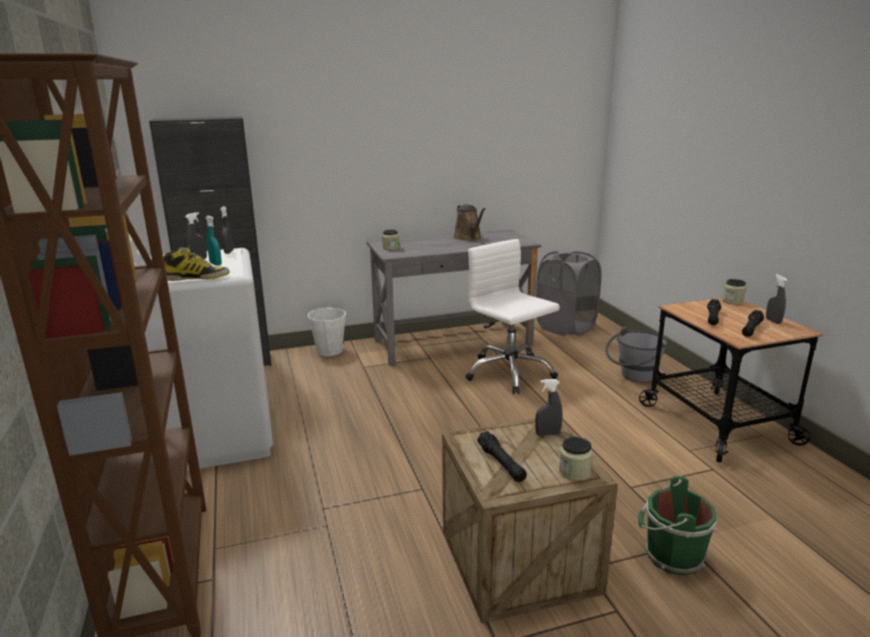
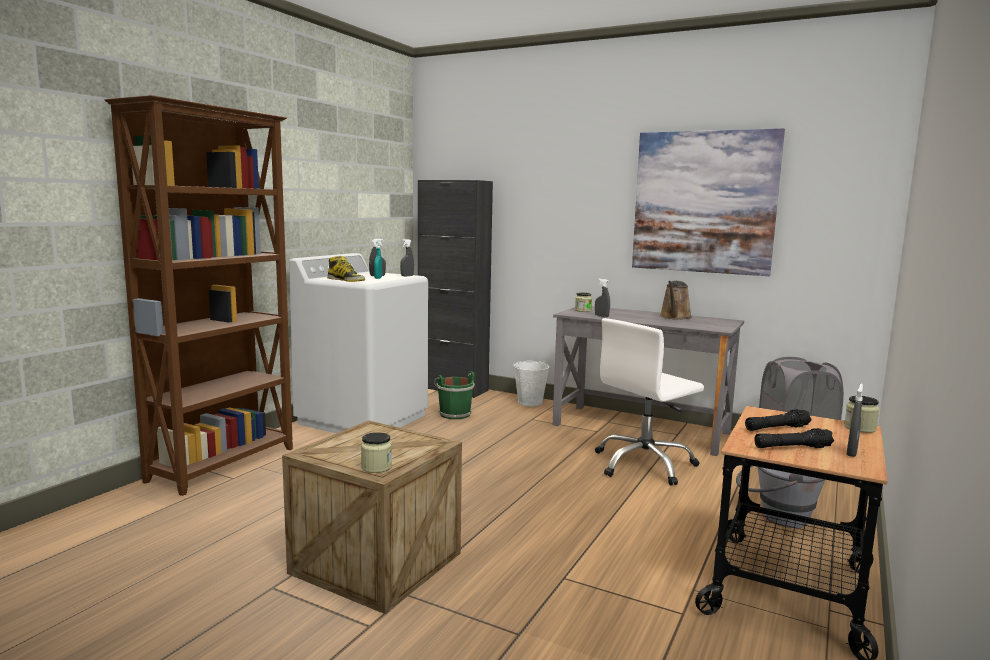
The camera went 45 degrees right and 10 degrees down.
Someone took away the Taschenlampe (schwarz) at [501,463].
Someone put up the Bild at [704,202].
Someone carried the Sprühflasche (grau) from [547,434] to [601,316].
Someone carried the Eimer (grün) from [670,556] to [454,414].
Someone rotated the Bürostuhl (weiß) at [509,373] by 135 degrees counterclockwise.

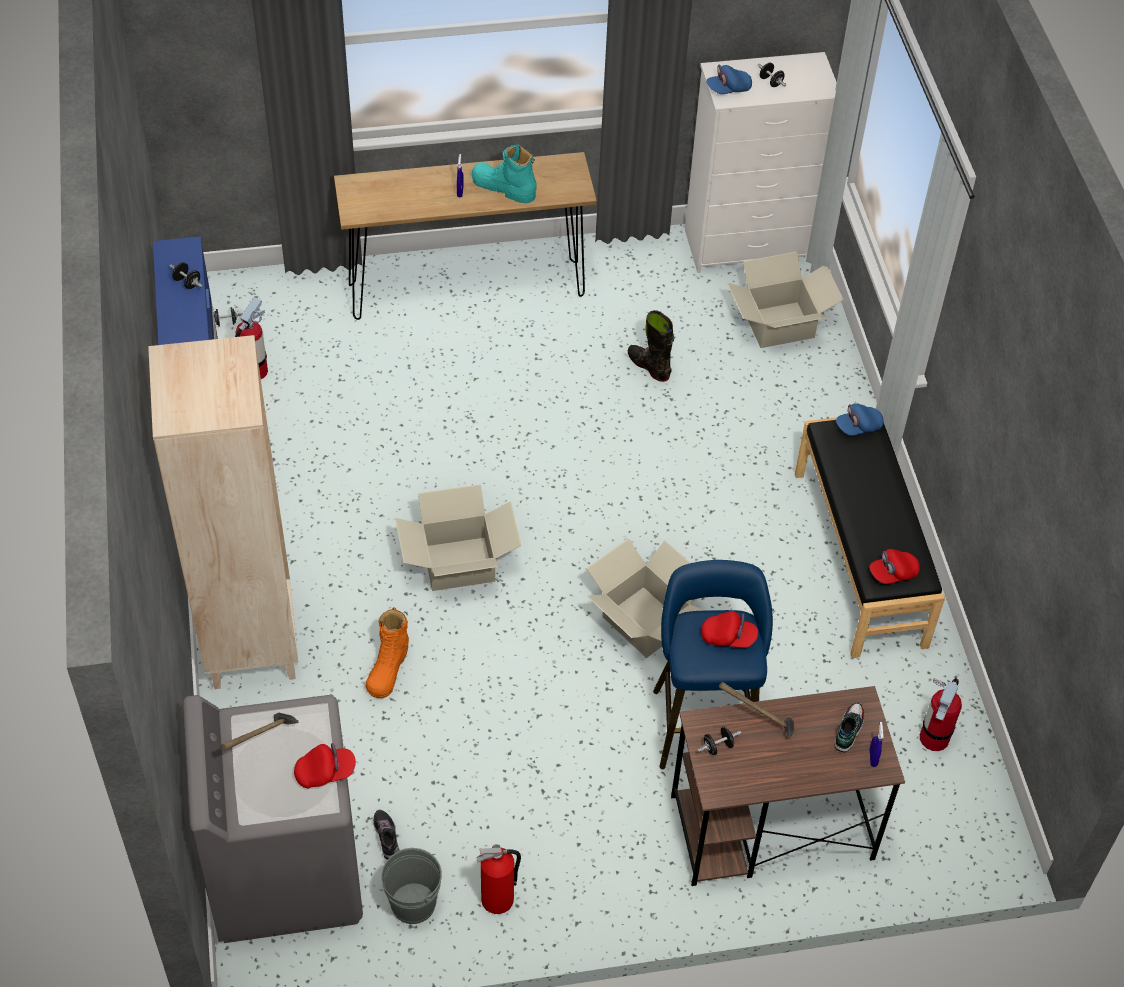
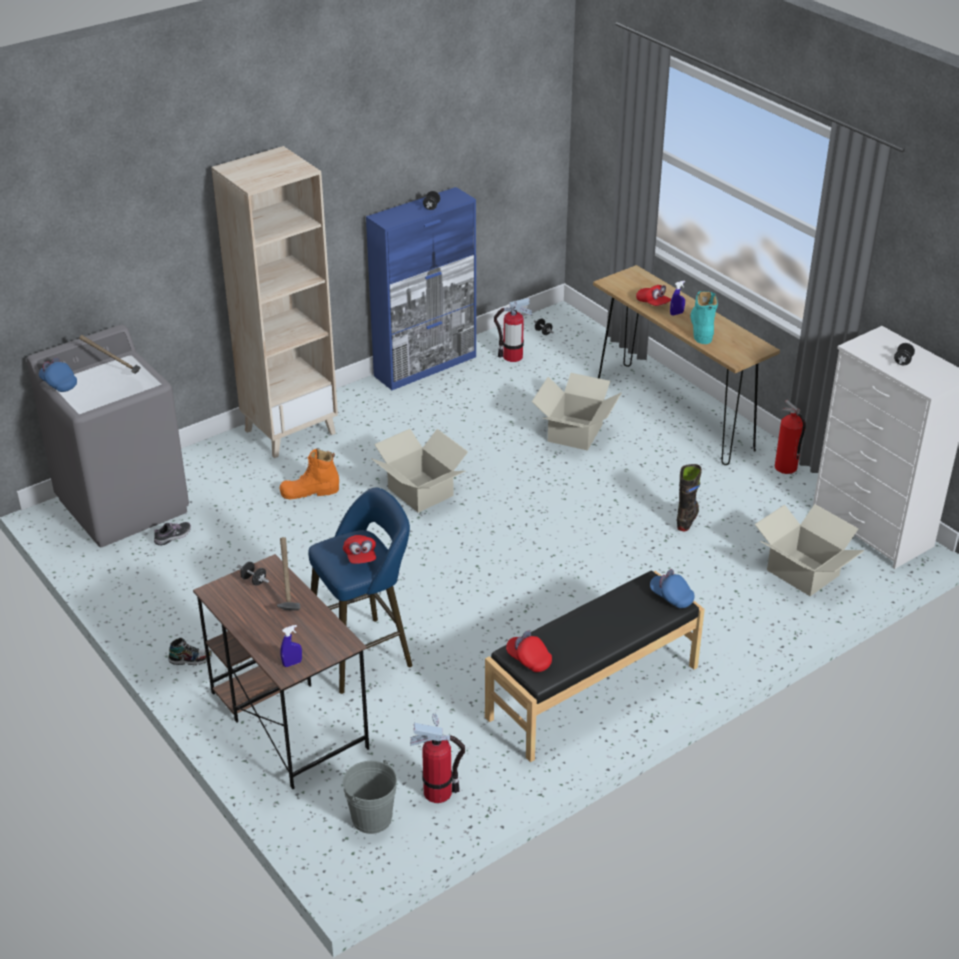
The camera went 65 degrees right and 15 degrees down.
Someone carried the Kappe (rot) from [325,772] to [653,303].
Someone carried the Eimer (grau) from [413,903] to [372,818].
Someone carried the Feuerlöscher from [498,900] to [785,468].
Someone carried the Karton from [645,621] to [575,433].
Someone carried the Kappe (blau) from [728,89] to [59,383].
Someone carried the Schuh from [848,730] to [190,659].

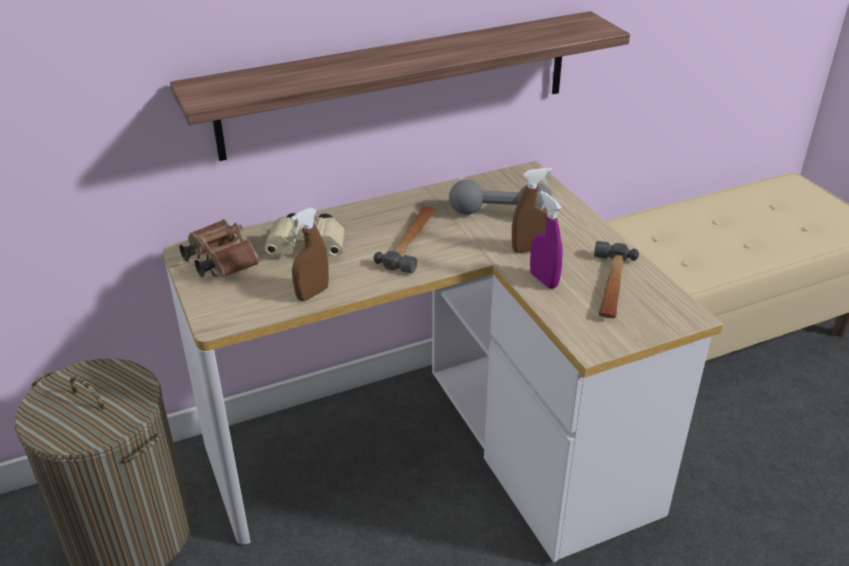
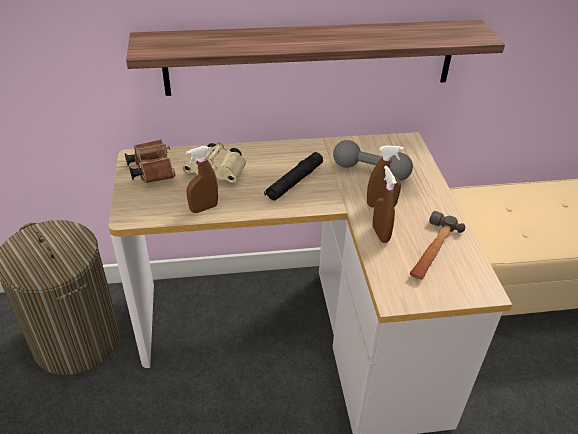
The camera went 15 degrees right and 5 degrees up.
Someone swapped the Hammer at [412,242] for the Taschenlampe (schwarz) at [294,182].
Someone repainted the Sprühflasche (lila) at [543,280], which became the Sprühflasche (braun) at [380,234].

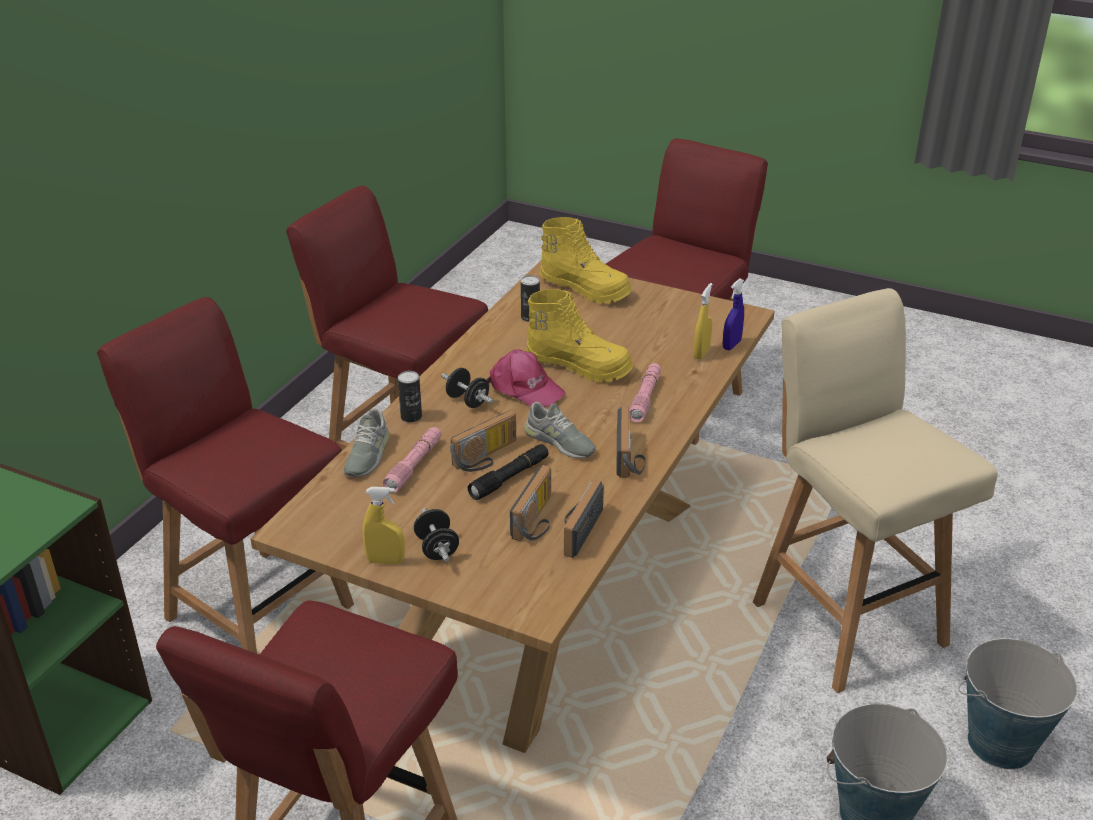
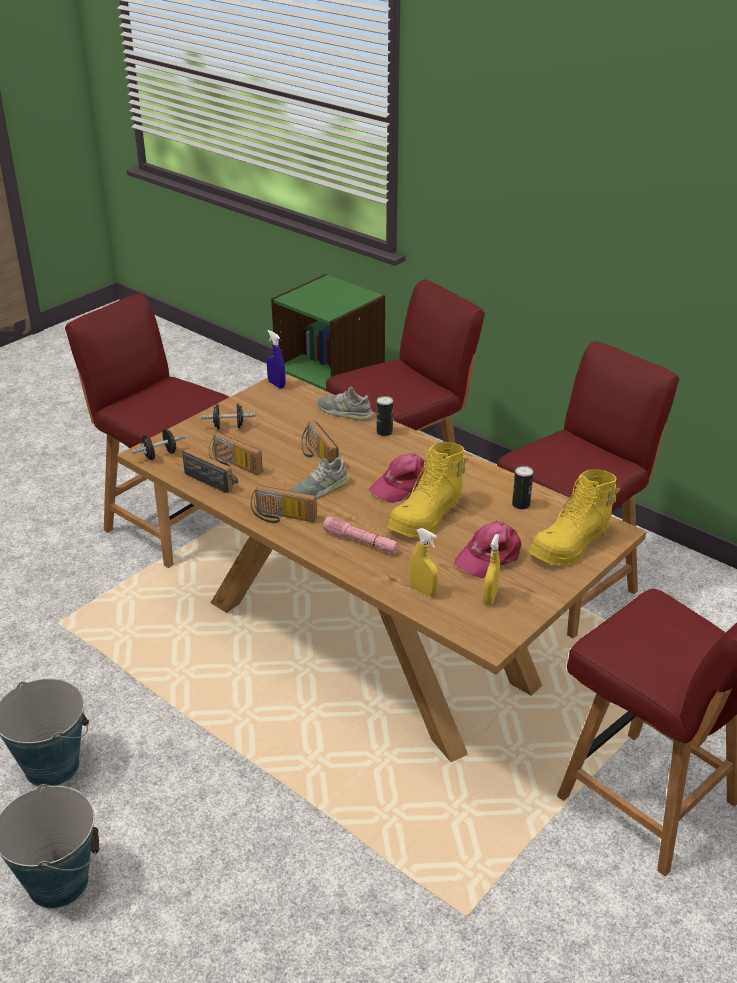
The camera went 105 degrees right and 0 degrees up.
Someone took away the Taschenlampe (rosa) at [414,465].
Someone took away the Taschenlampe (schwarz) at [509,478].
Someone took away the Hocker (beige) at [846,620].
Someone put down the Kappe (rosa) at [489,556].
Someone carried the Sprühflasche (gelb) from [385,561] to [490,597].
Someone carried the Hantel (schwarz) from [467,401] to [160,455].
Someone carried the Sprühflasche (blau) from [731,345] to [276,384].

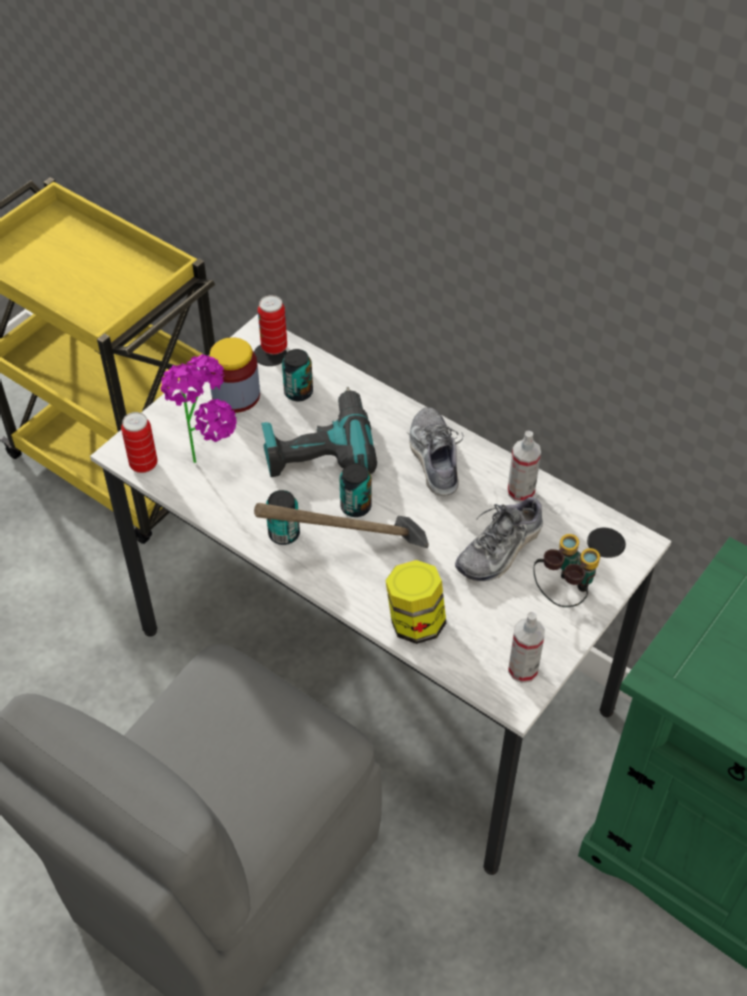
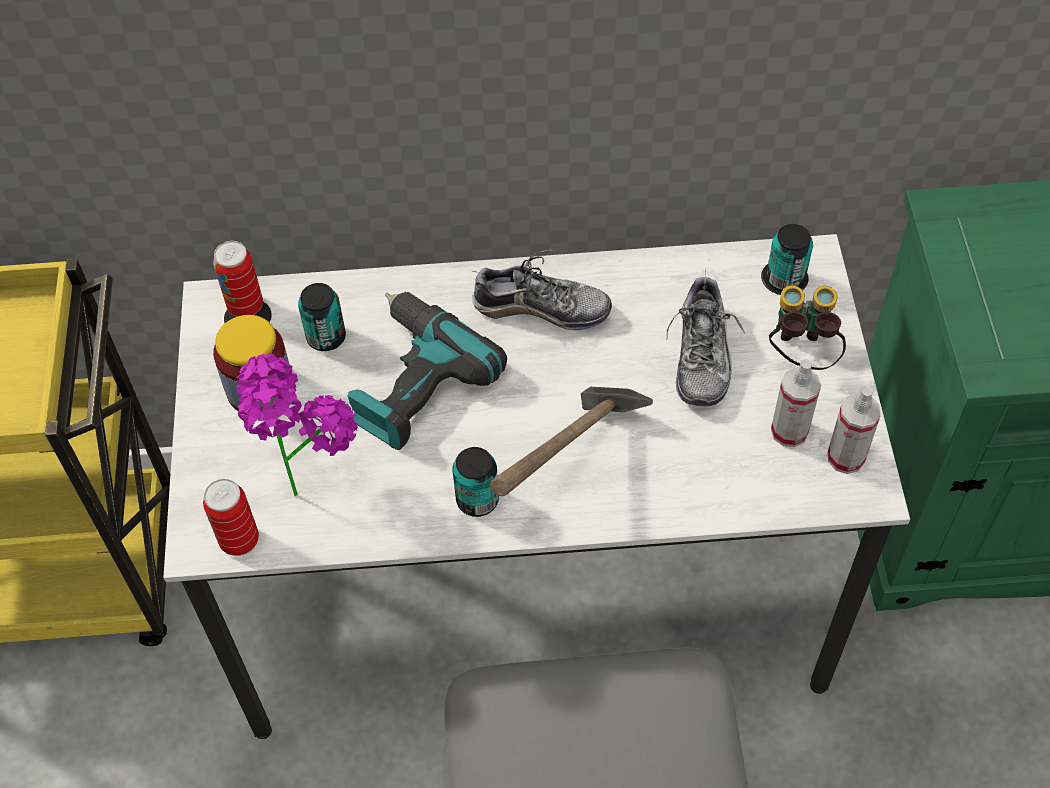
The camera went 40 degrees left and 5 degrees up.
Someone took away the Vorratsglas at [415,622].
Someone carried the Dose from [355,506] to [785,279].
Someone carried the Sprühflasche from [521,491] to [789,431].
Someone rotated the Schuh at [434,458] by 150 degrees clockwise.

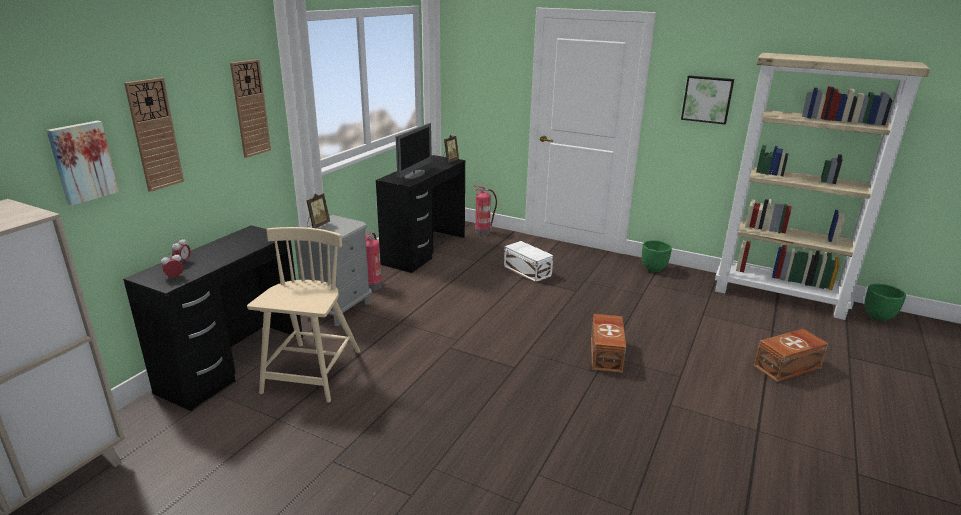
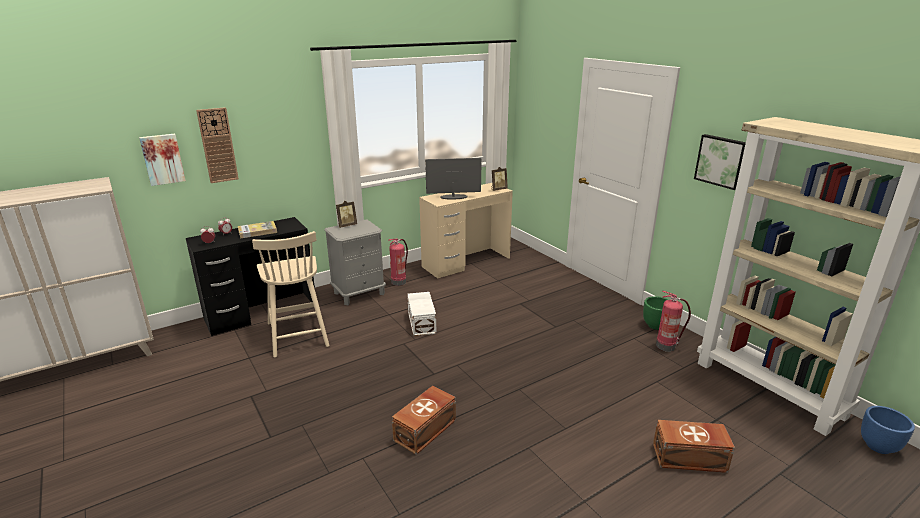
The camera went 30 degrees right and 0 degrees up.
Someone took away the Wanduhr at [250,108].
Someone put down the Buch at [257,231].
Someone carried the Feuerlöscher from [483,232] to [666,346].
Someone carried the Aufbewahrungsbox (weiß) from [527,270] to [422,322].
Someone carried the Aufbewahrungsbox (braun) from [606,354] to [426,430].
Someone repainted the Schreibtisch (schwarz) at [424,250], which became the Schreibtisch (beige) at [466,262].
Someone repainted the Pflanzkübel (grün) at [878,317], which became the Pflanzkübel (blau) at [878,447].
Someone rotated the Stuhl (beige) at [312,373] by 120 degrees clockwise.
Someone rotated the Monitor at [414,175] by 150 degrees counterclockwise.

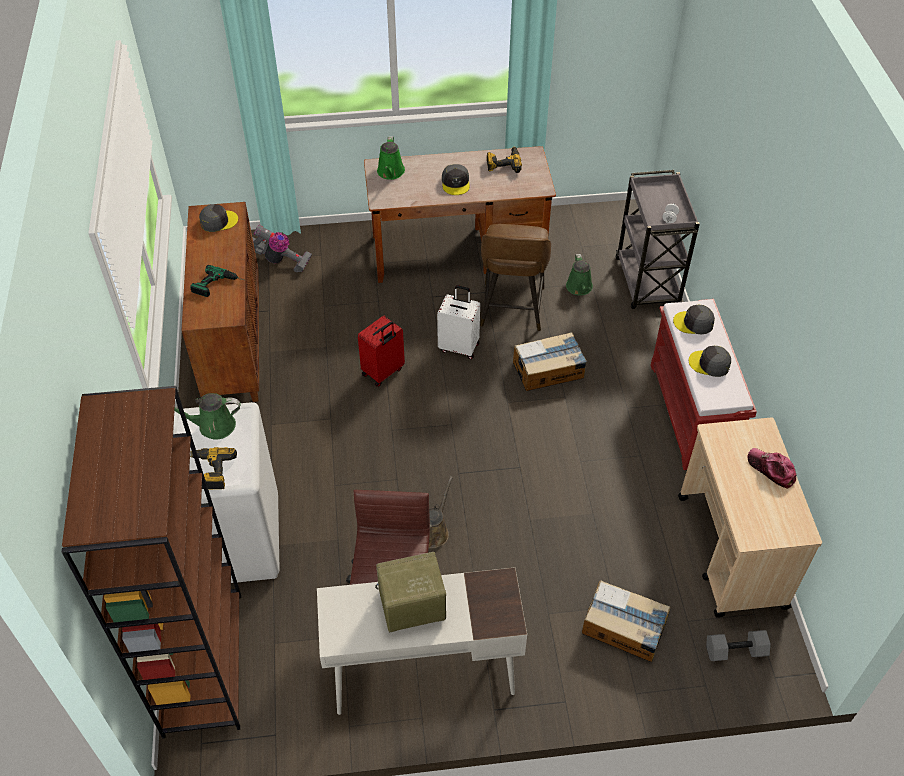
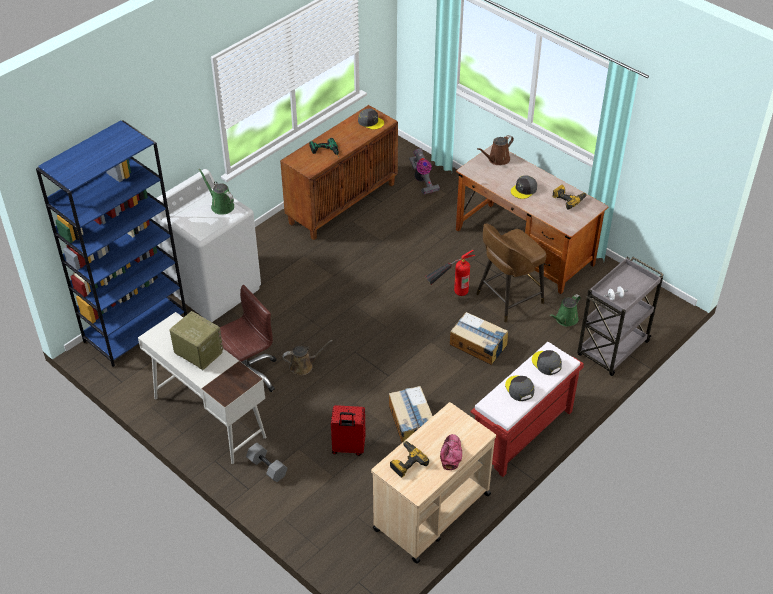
The camera went 50 degrees right and 5 degrees down.
Someone carried the Bohrmaschine from [211,471] to [406,462].
Someone carried the Koffer (rot) from [383,372] to [348,448].
Someone carried the Karton from [624,628] to [411,422].
Someone carried the Hantel (grau) from [735,652] to [266,467].
Someone swapped the Koffer (weiß) at [459,346] for the Feuerlöscher at [449,294].
Someone repainted the Bücherregal (braun) at [202,662], which became the Bücherregal (blau) at [136,328].
Someone repainted the Gießkanne (grün) at [390,173], which became the Gießkanne (braun) at [497,160].

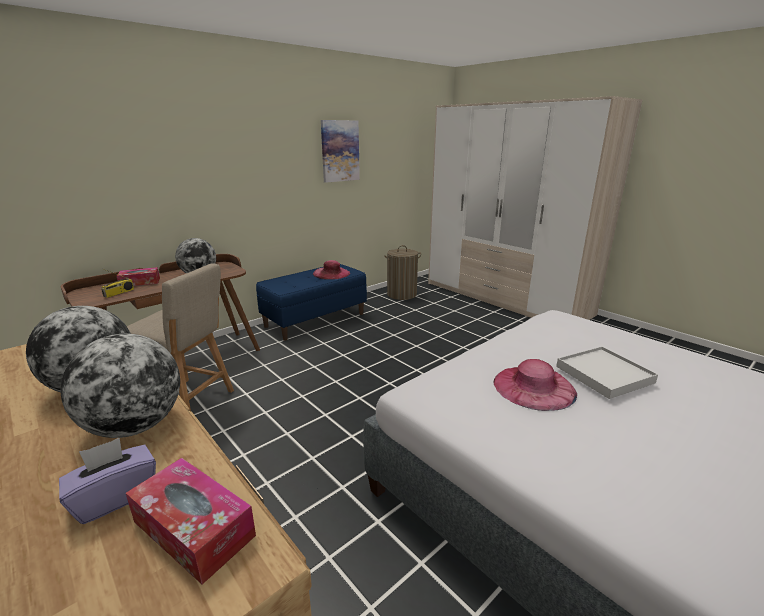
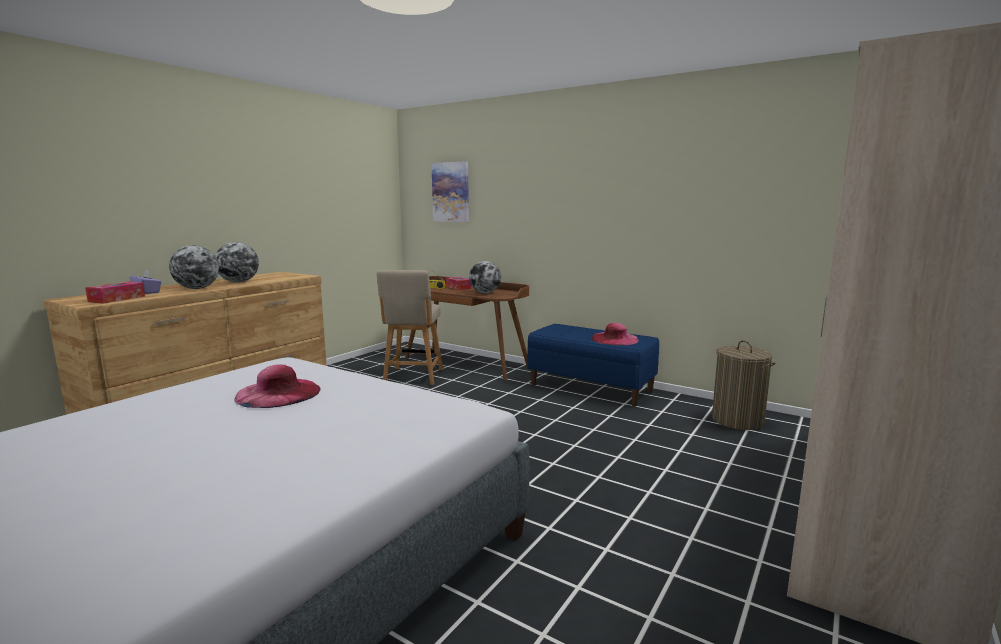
The camera went 75 degrees right and 10 degrees down.
Someone took away the Tablett (weiß) at [604,375].
Someone carried the Bild from [340,151] to [451,192].

